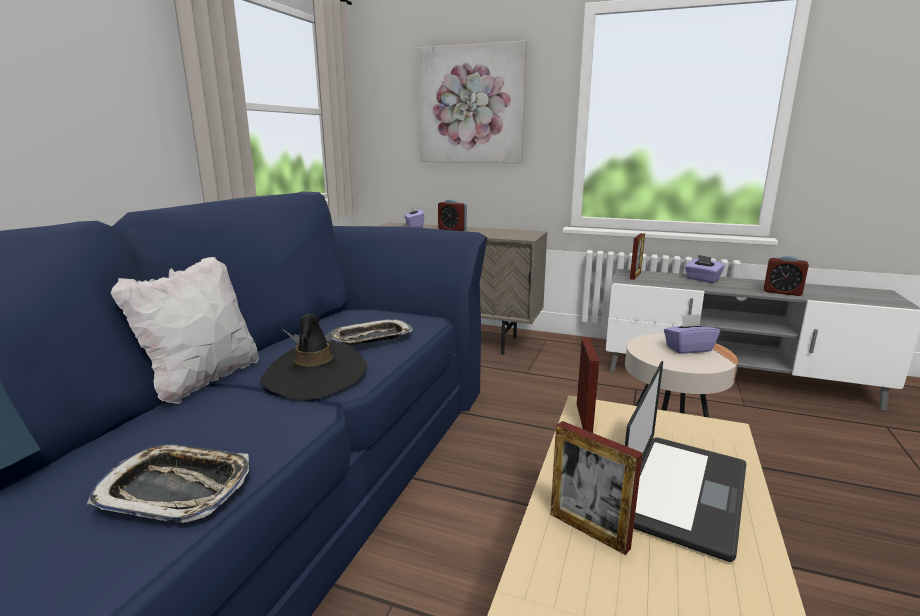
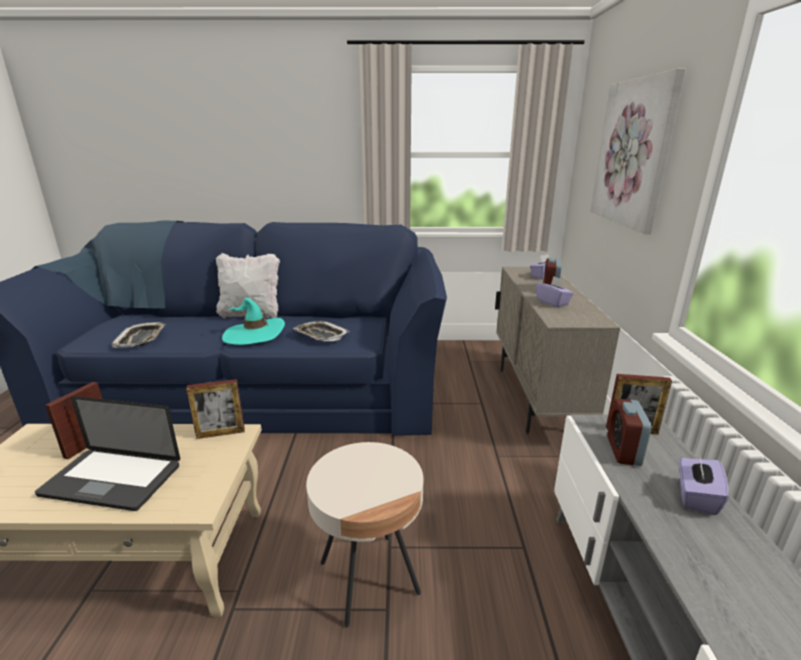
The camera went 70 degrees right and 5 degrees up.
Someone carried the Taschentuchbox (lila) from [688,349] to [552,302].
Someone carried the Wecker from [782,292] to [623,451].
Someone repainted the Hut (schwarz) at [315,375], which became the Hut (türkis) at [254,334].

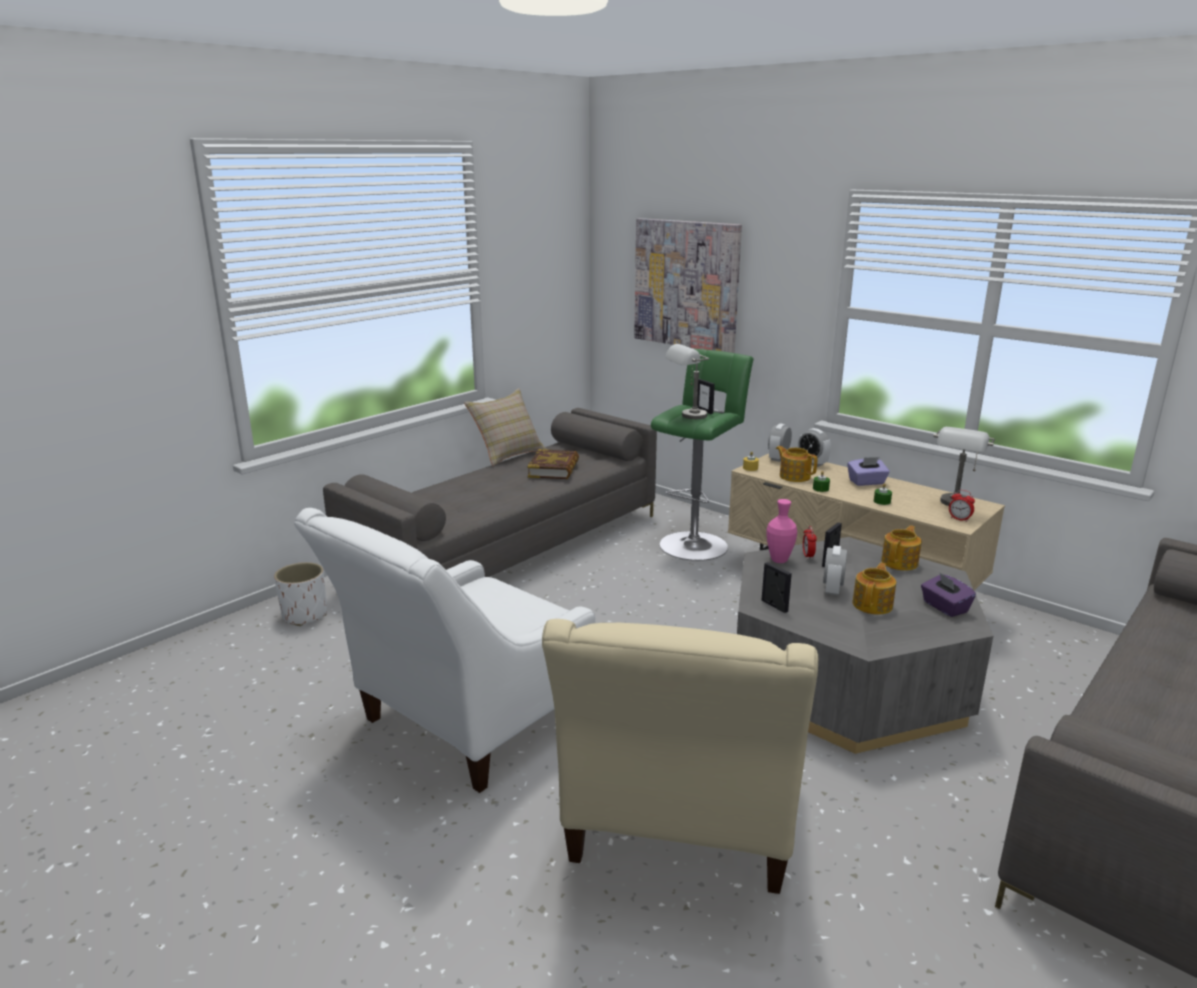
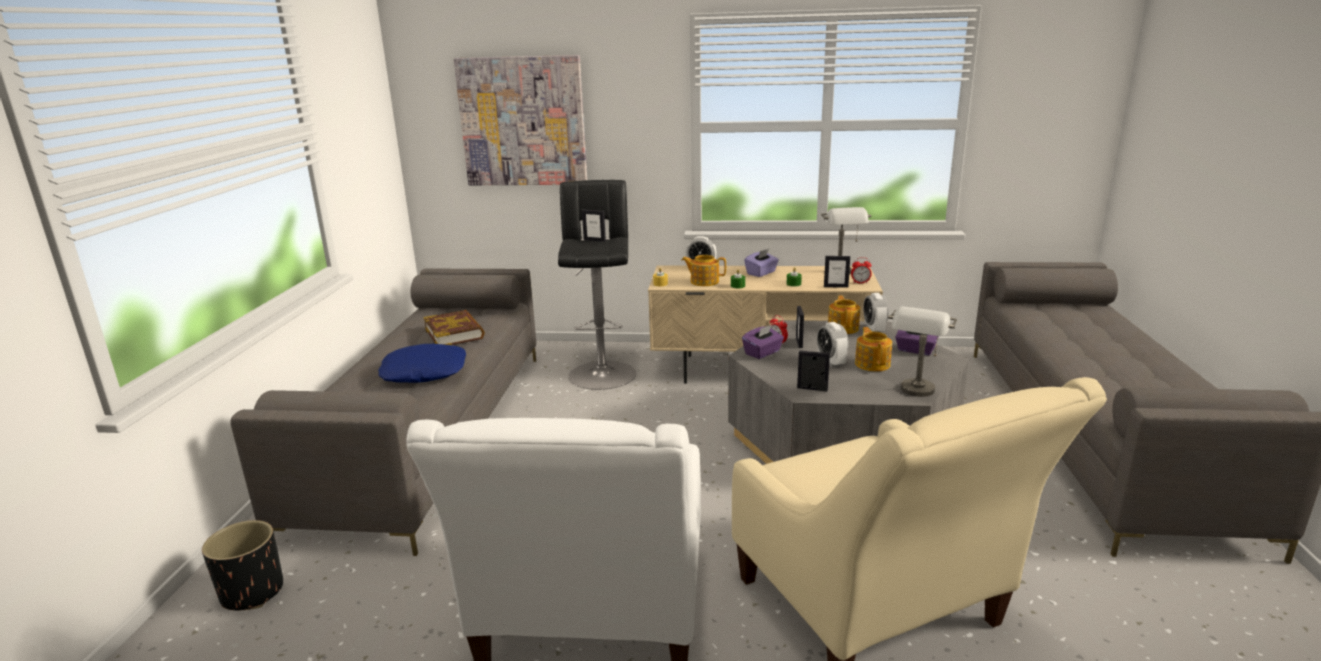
The camera went 35 degrees left and 0 degrees up.
Someone took away the Kissen (beige) at [508,454].
Someone put down the Kissen (blau) at [425,372].
Someone put down the Bilderrahmen at [836,286].
Someone carried the Tischlampe (grau) from [687,417] to [916,394].
Someone carried the Wecker from [778,458] to [874,329].
Someone swapped the Vase (rosa) at [779,560] for the Taschentuchbox (lila) at [762,353].
Someone repainted the Pflanzkübel (weiß) at [305,615], which became the Pflanzkübel (schwarz) at [252,592].
Someone repainted the Hocker (grün) at [695,543], which became the Hocker (schwarz) at [602,372].

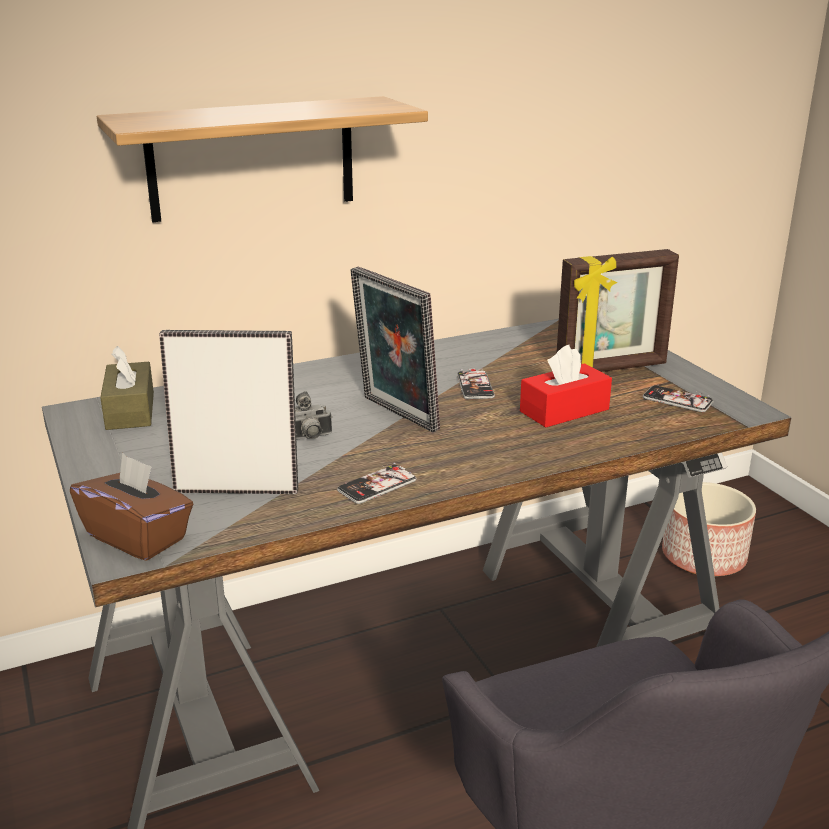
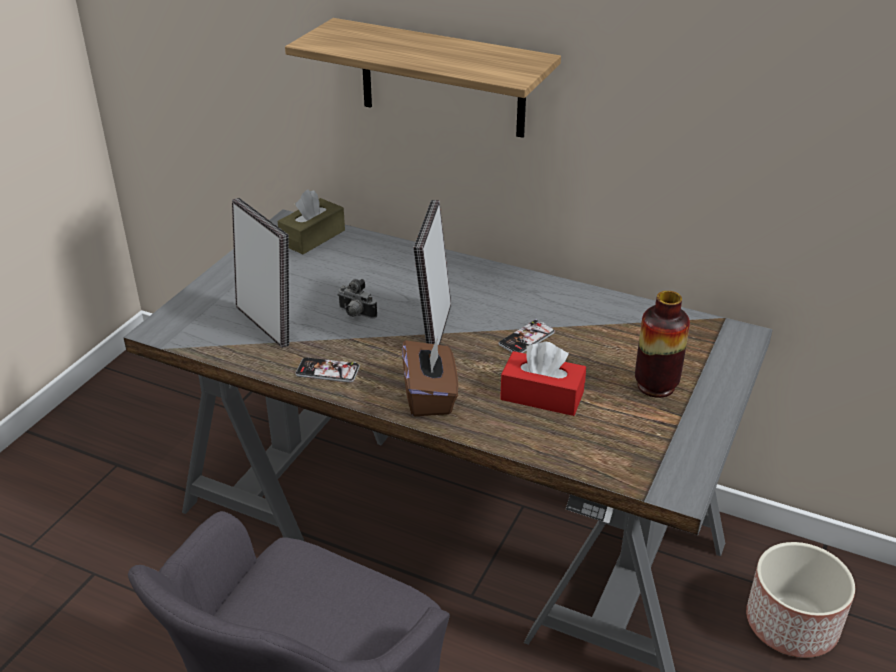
The camera went 50 degrees right and 10 degrees up.
Someone took away the Handy at [677,400].
Someone carried the Taschentuchbox (braun) from [138,536] to [430,396].
Someone swapped the Bilderrahmen at [611,369] for the Vase at [656,386].

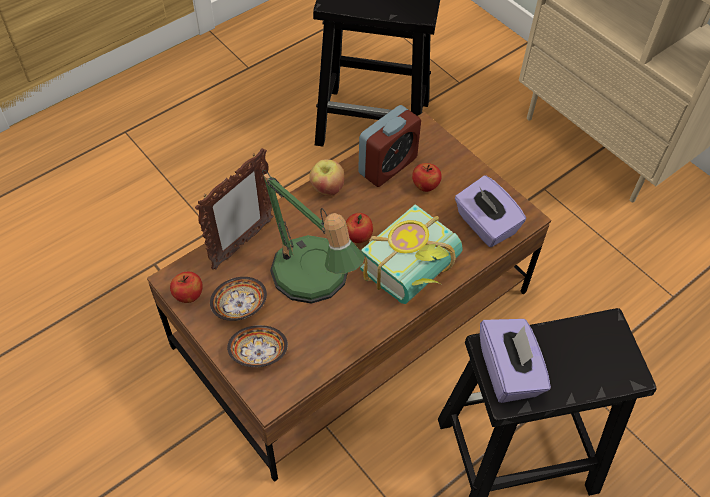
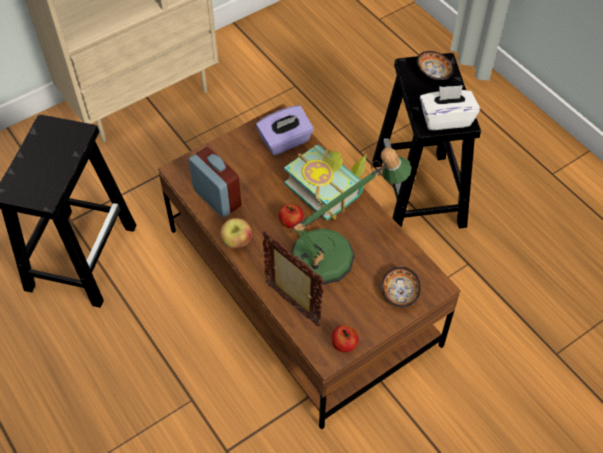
The camera went 85 degrees left and 0 degrees up.
Someone took away the Apfel at [425,186].
Someone carried the Schüssel from [240,306] to [433,73].
Someone repainted the Taschentuchbox (lila) at [509,371], which became the Taschentuchbox (weiß) at [446,119].

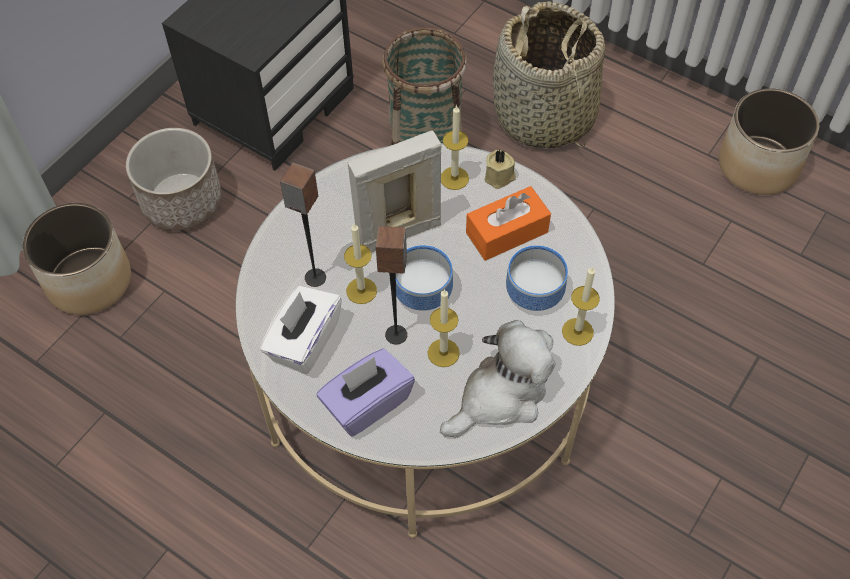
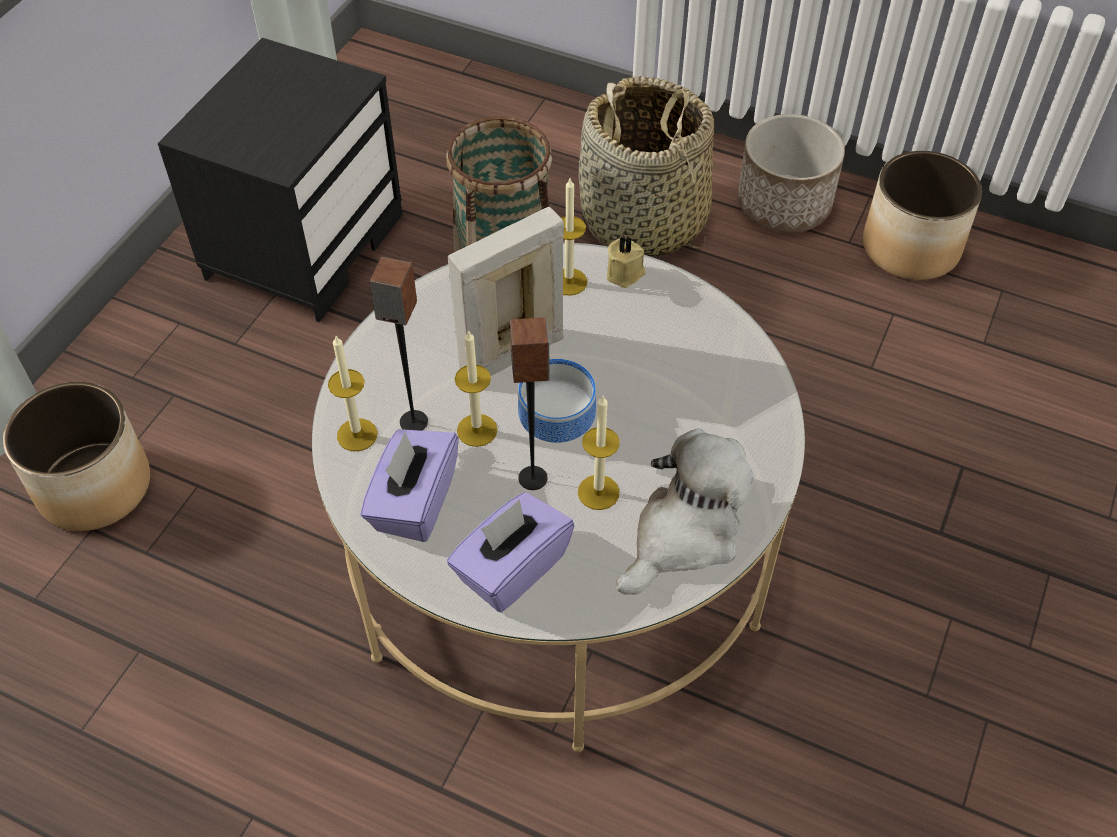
The camera went 10 degrees left and 5 degrees down.
Someone took away the Taschentuchbox (orange) at [507,232].
Someone took away the Schüssel at [531,292].
Someone carried the Pflanzkübel from [181,202] to [782,205].
Someone carried the Kerze from [577,331] to [357,435].
Someone repainted the Taschentuchbox (weiß) at [304,342], which became the Taschentuchbox (lila) at [414,502].

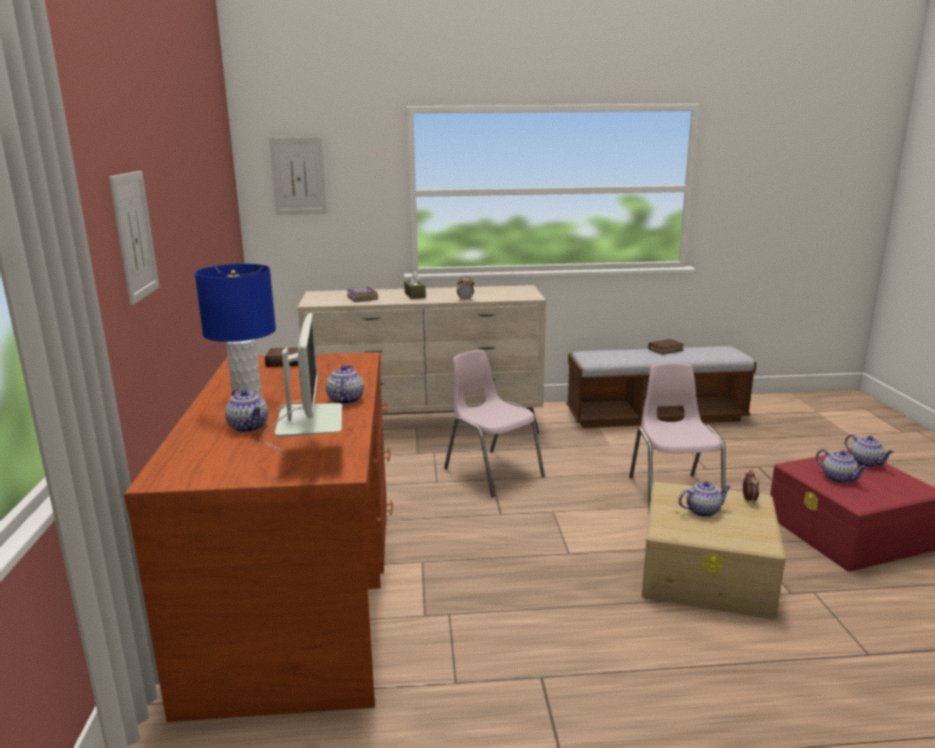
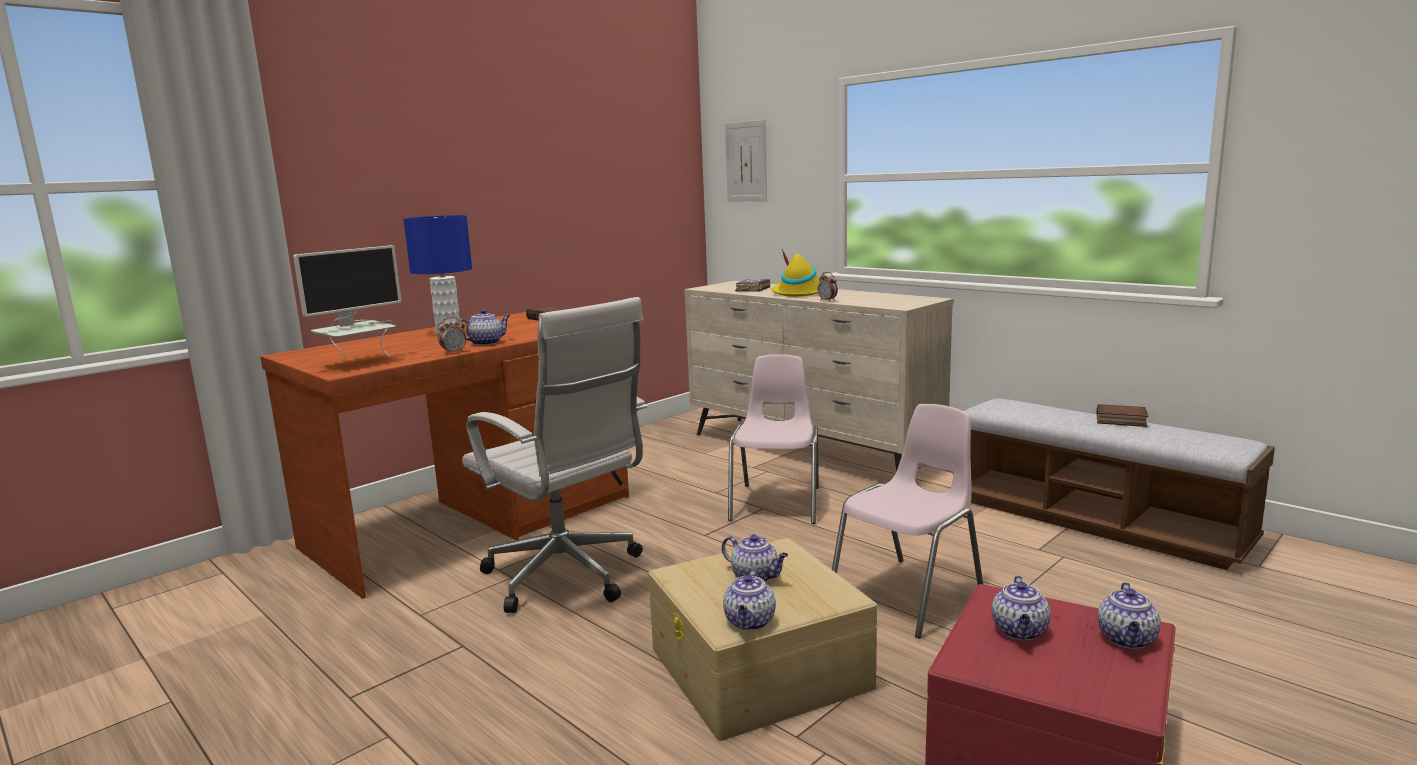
The camera went 50 degrees right and 5 degrees down.
Someone took away the Bild at [134,236].
Someone put down the Bürostuhl (weiß) at [568,578].
Someone carried the Teekanne from [249,427] to [750,622].
Someone carried the Wecker from [749,500] to [454,352].
Someone swapped the Taschentuchbox (braun) at [415,295] for the Hut (gelb) at [800,292].

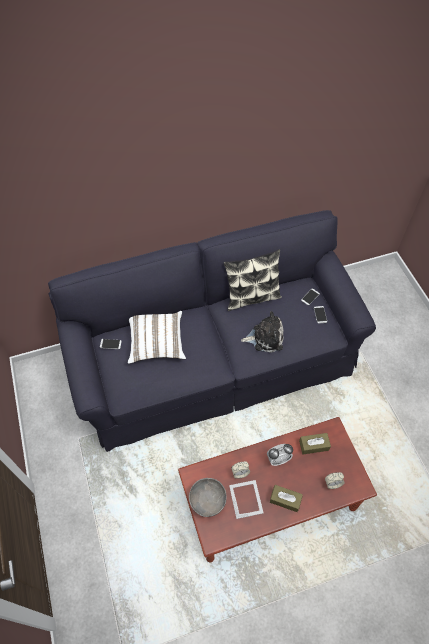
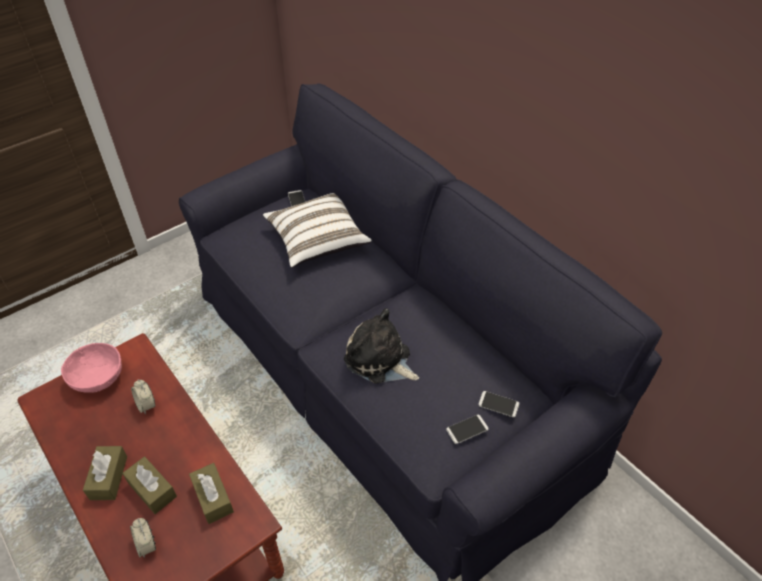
The camera went 70 degrees right and 10 degrees down.
Someone took away the Kissen at [251,297].
Someone took away the Bilderrahmen at [246,498].
Someone took away the Wecker at [278,459].
Someone put down the Taschentuchbox (braun) at [152,489].
Someone repainted the Schüssel (grau) at [207,501], which became the Schüssel (rosa) at [98,378].
Someone rotated the Plüschtier at [265,337] by 150 degrees clockwise.

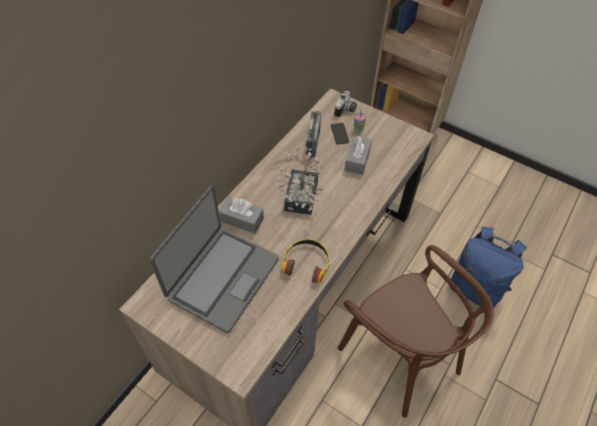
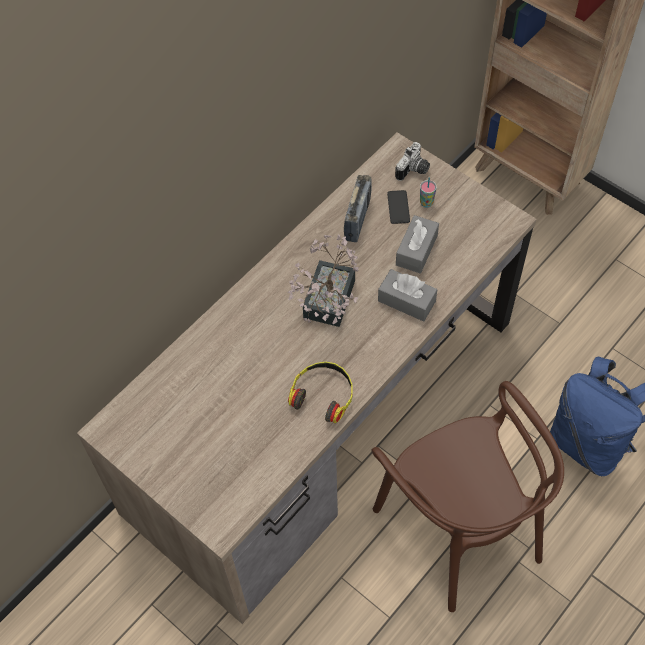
The camera went 10 degrees right and 5 degrees up.
Someone took away the Laptop at [222,278].
Someone carried the Taschentuchbox (grau) from [242,220] to [406,301].

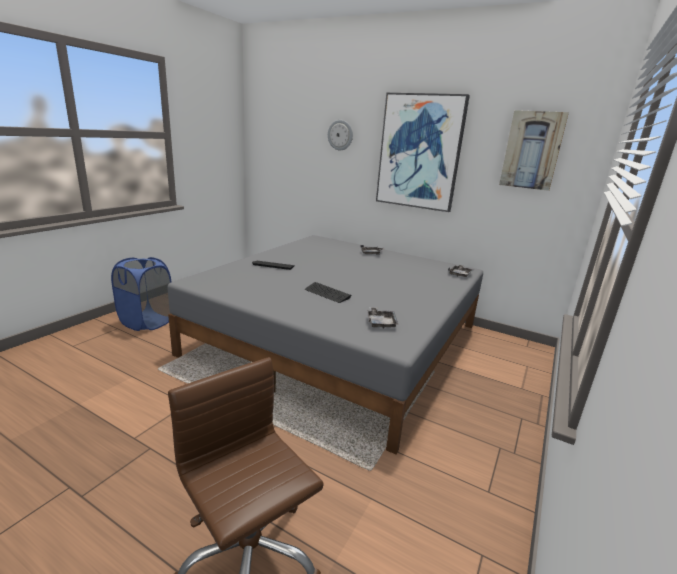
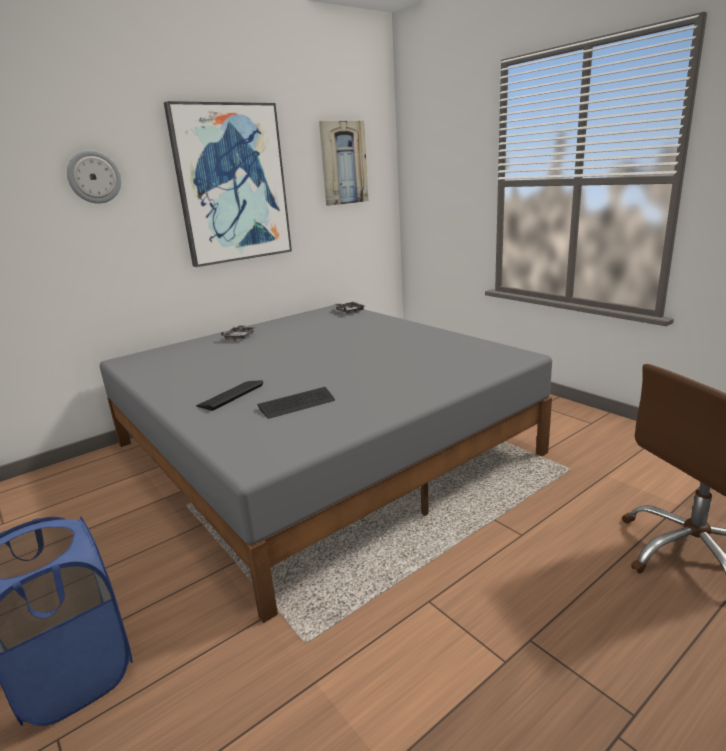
The camera went 65 degrees left and 0 degrees up.
Someone took away the Tablett (grau) at [381,322].
Someone carried the Tastatur from [327,293] to [297,404].

